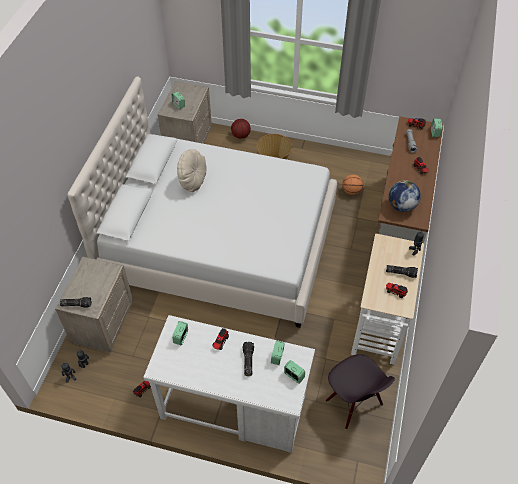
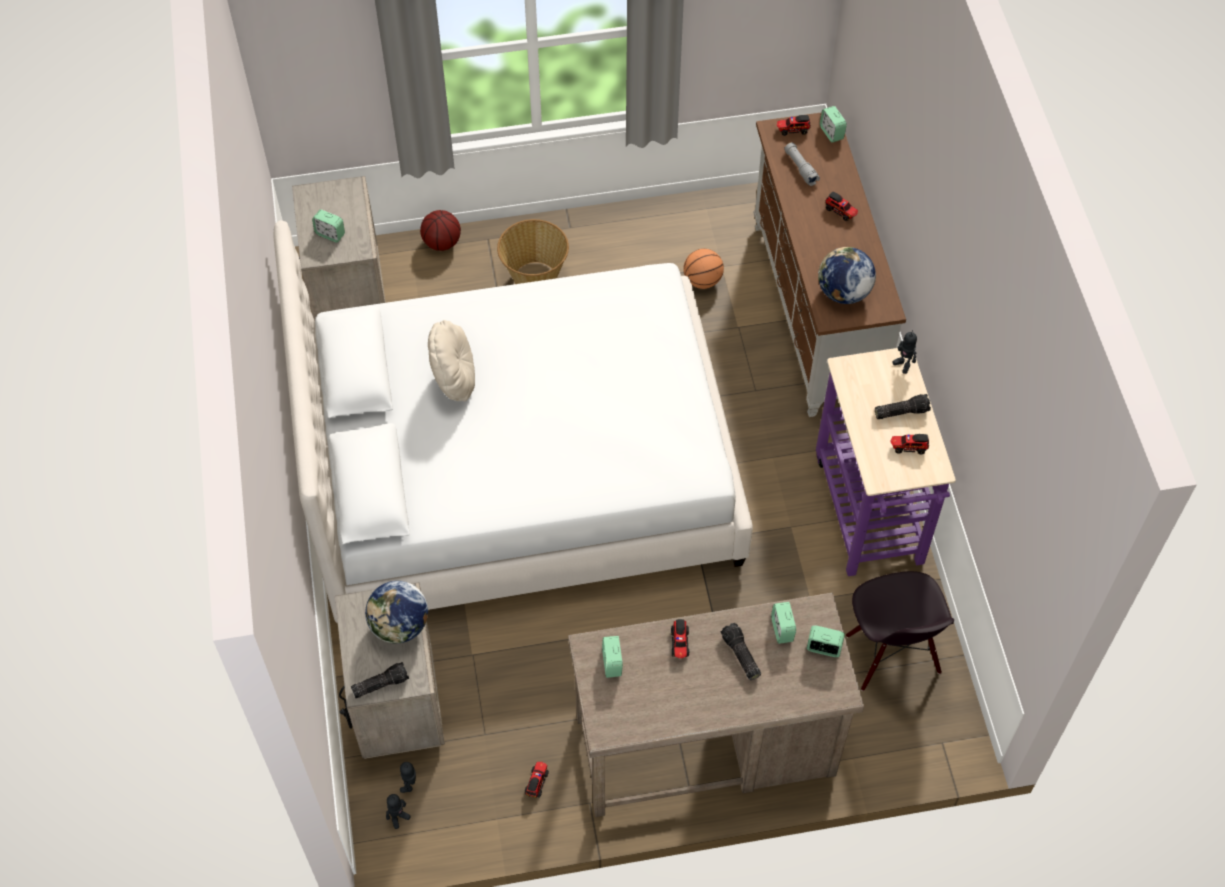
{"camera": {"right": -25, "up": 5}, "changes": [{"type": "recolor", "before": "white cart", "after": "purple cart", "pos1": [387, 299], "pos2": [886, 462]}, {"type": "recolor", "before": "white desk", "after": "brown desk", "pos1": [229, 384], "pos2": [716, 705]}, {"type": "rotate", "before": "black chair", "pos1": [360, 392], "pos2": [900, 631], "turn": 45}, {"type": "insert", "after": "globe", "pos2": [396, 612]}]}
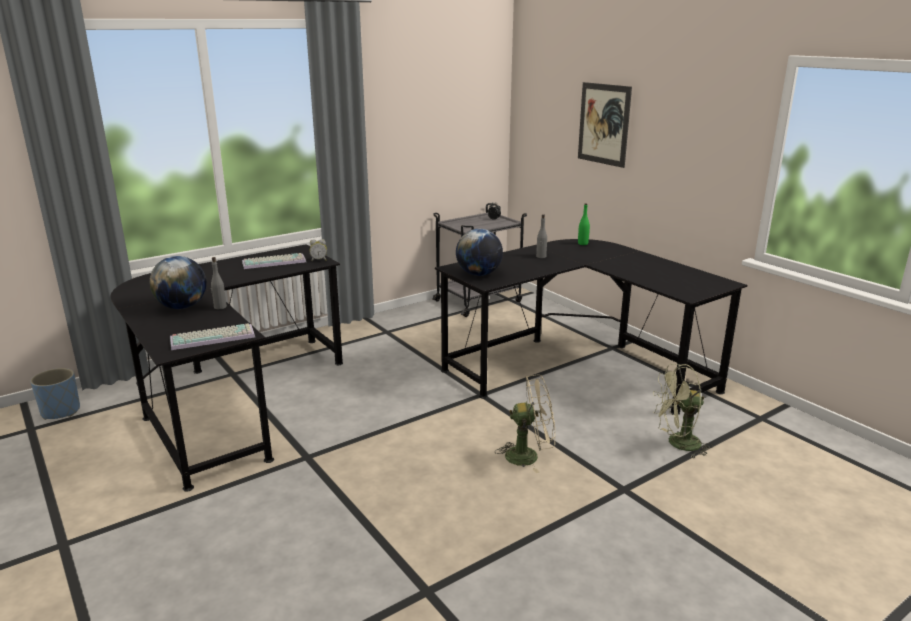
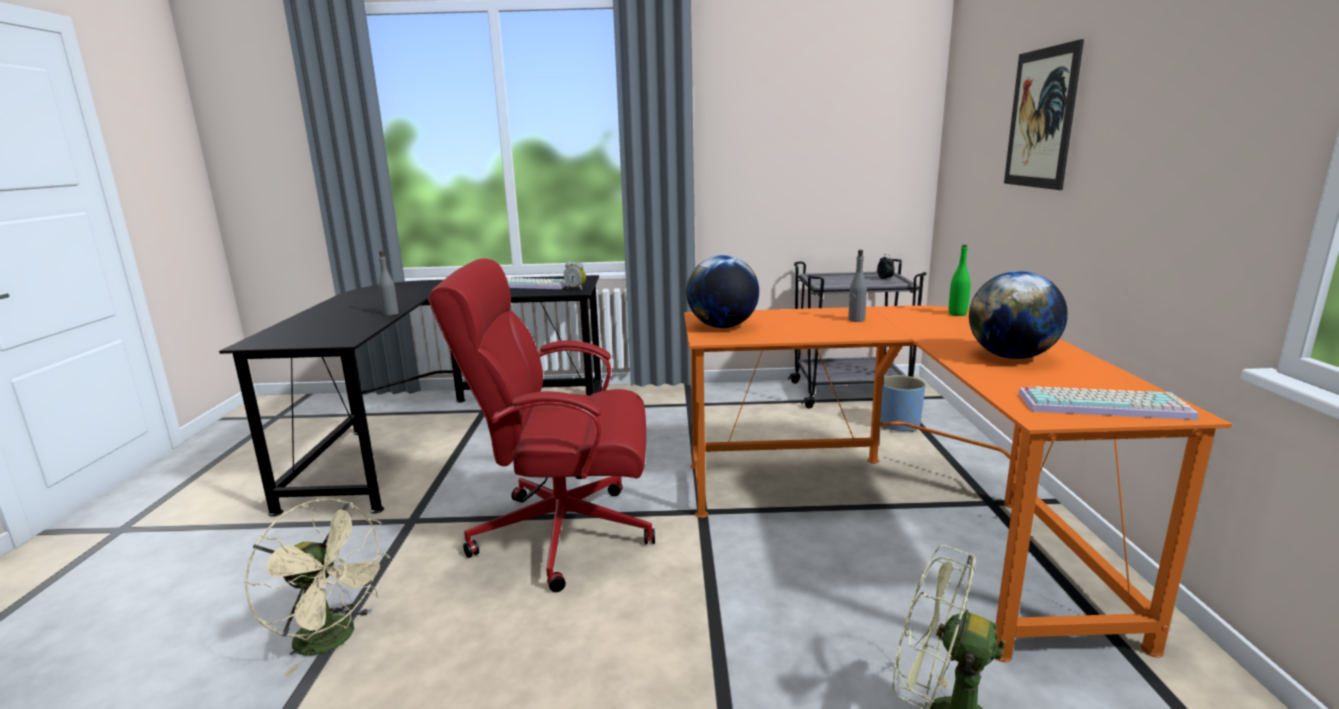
{"camera": {"right": 35, "up": -5}, "changes": [{"type": "recolor", "before": "black desk", "after": "orange desk", "pos1": [591, 327], "pos2": [958, 484]}, {"type": "move", "before": "globe", "pos1": [178, 282], "pos2": [1018, 315]}, {"type": "move", "before": "keyboard", "pos1": [212, 336], "pos2": [1108, 403]}, {"type": "move", "before": "blue planter", "pos1": [55, 394], "pos2": [903, 403]}, {"type": "move", "before": "beige fan", "pos1": [525, 423], "pos2": [318, 587]}, {"type": "insert", "after": "red office chair", "pos2": [542, 425]}]}
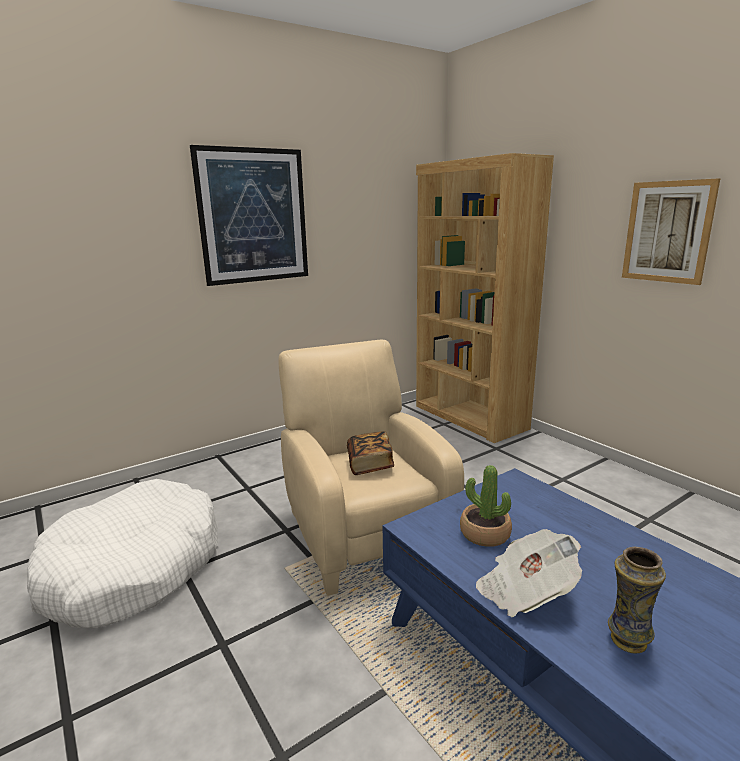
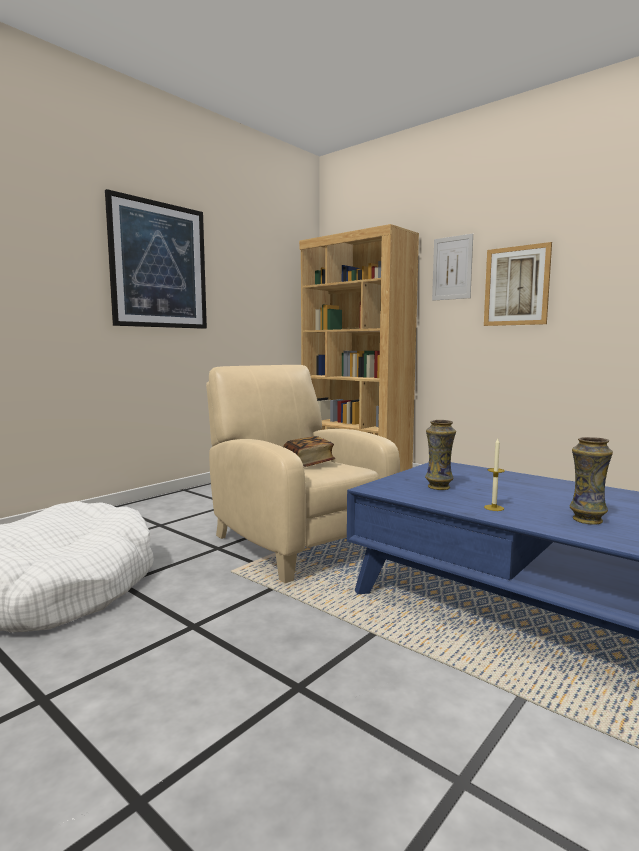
{"camera": {"right": -15, "up": -10}, "changes": [{"type": "replace", "before": "potted plant", "after": "vase", "pos1": [486, 506], "pos2": [440, 455]}, {"type": "replace", "before": "newspaper", "after": "candle", "pos1": [529, 573], "pos2": [494, 474]}, {"type": "insert", "after": "picture", "pos2": [452, 267]}]}
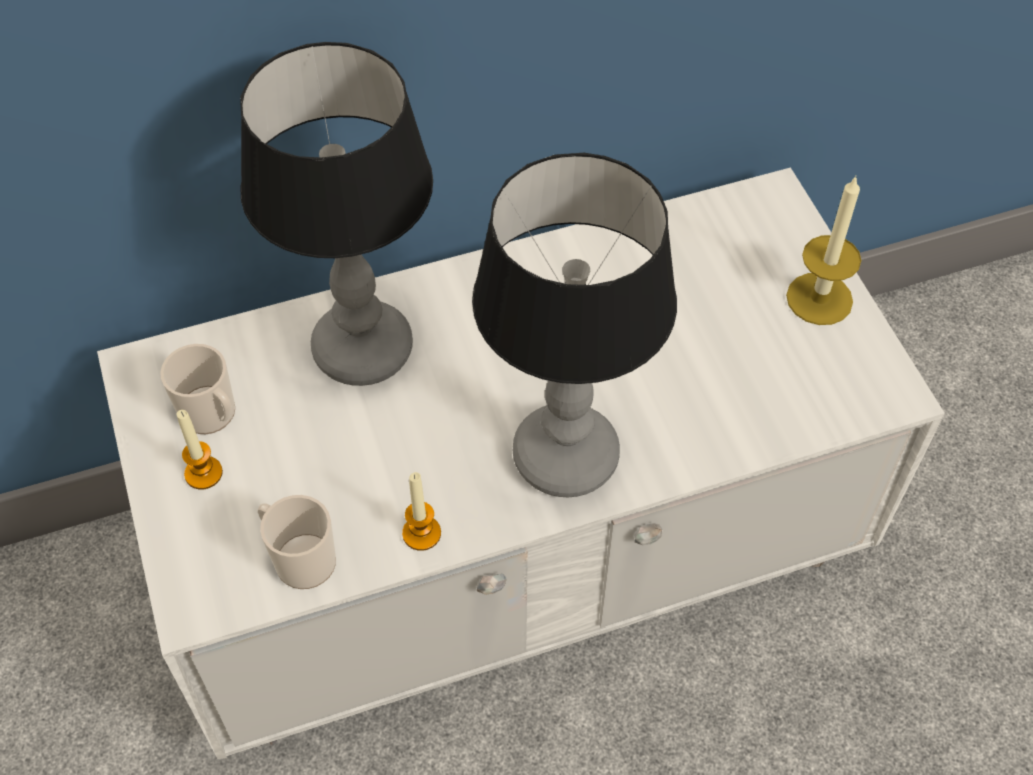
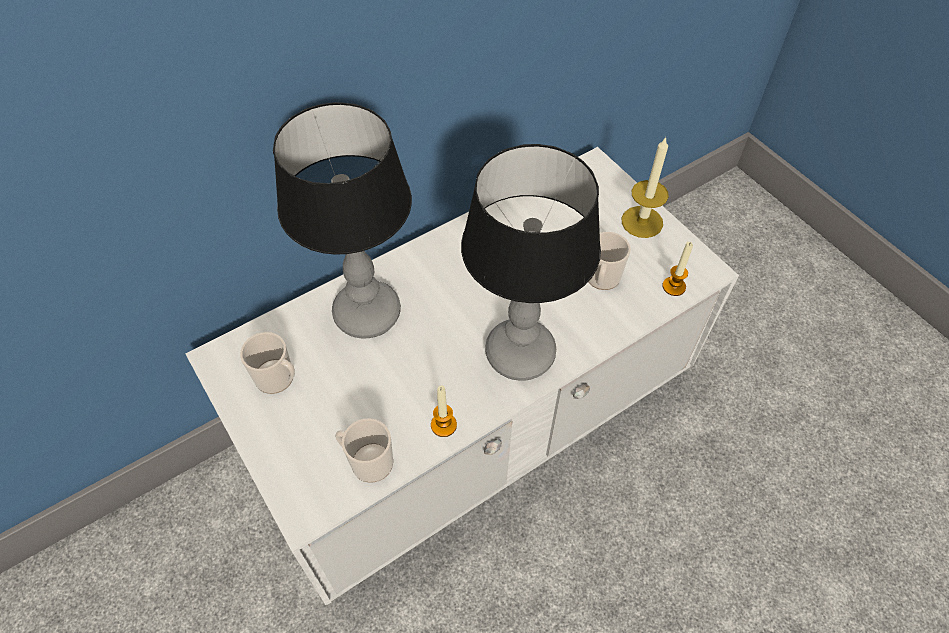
{"camera": {"right": -15, "up": 0}, "changes": [{"type": "move", "before": "candle", "pos1": [199, 450], "pos2": [677, 269]}, {"type": "insert", "after": "mug", "pos2": [609, 261]}]}
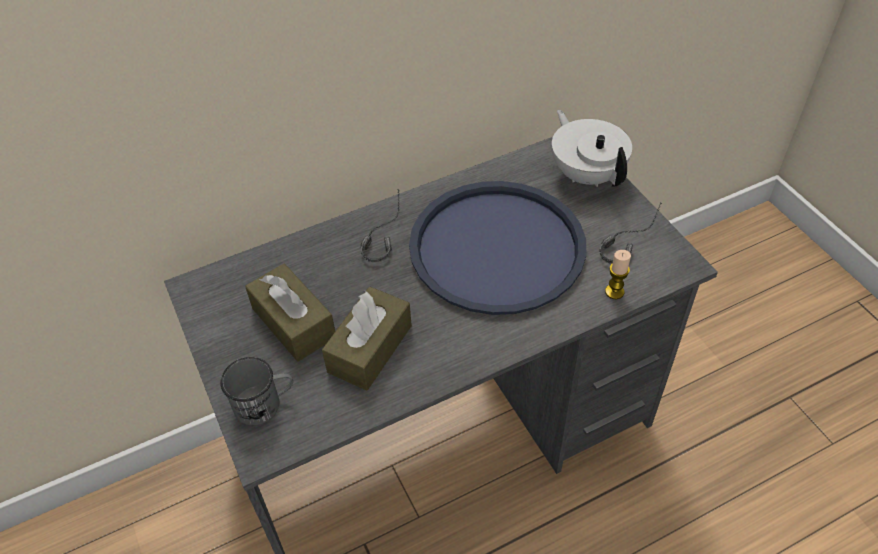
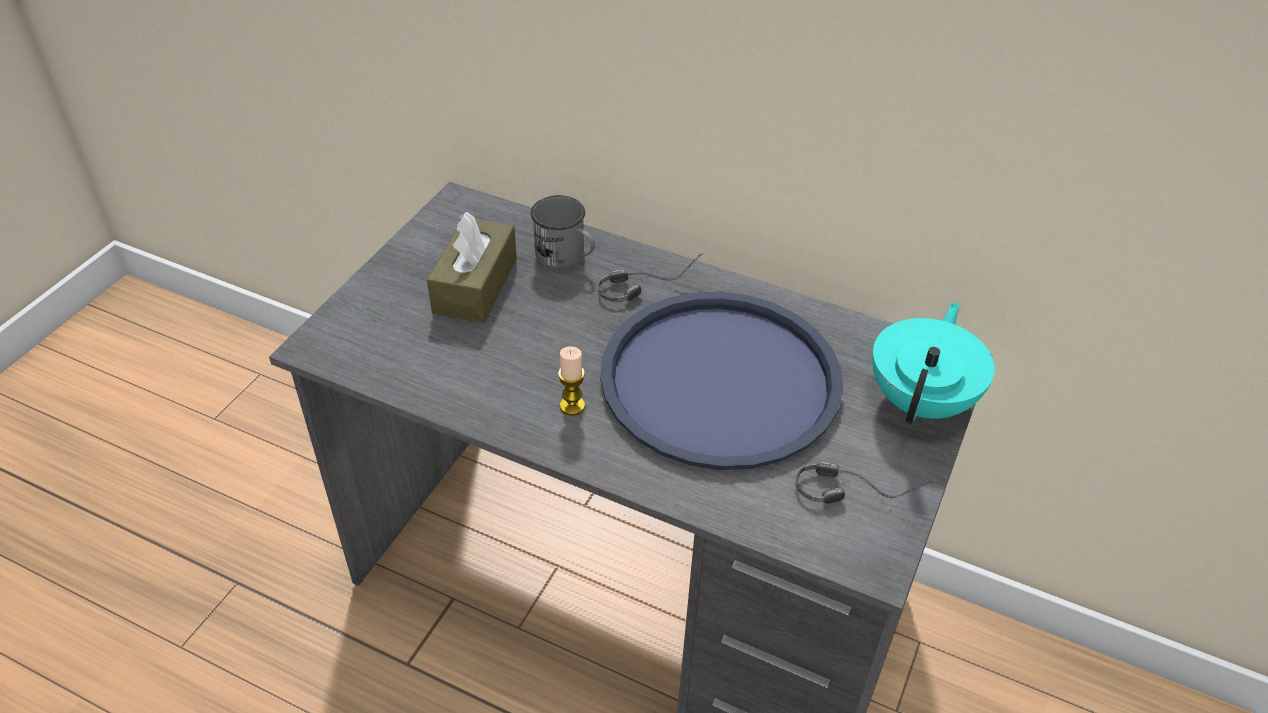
{"camera": {"right": 50, "up": -5}, "changes": [{"type": "recolor", "before": "white teapot", "after": "turquoise teapot", "pos1": [592, 148], "pos2": [933, 363]}, {"type": "move", "before": "candle", "pos1": [618, 274], "pos2": [571, 381]}, {"type": "delete", "before": "brown tissue box", "pos1": [367, 339]}, {"type": "move", "before": "grey mug", "pos1": [256, 391], "pos2": [563, 232]}]}
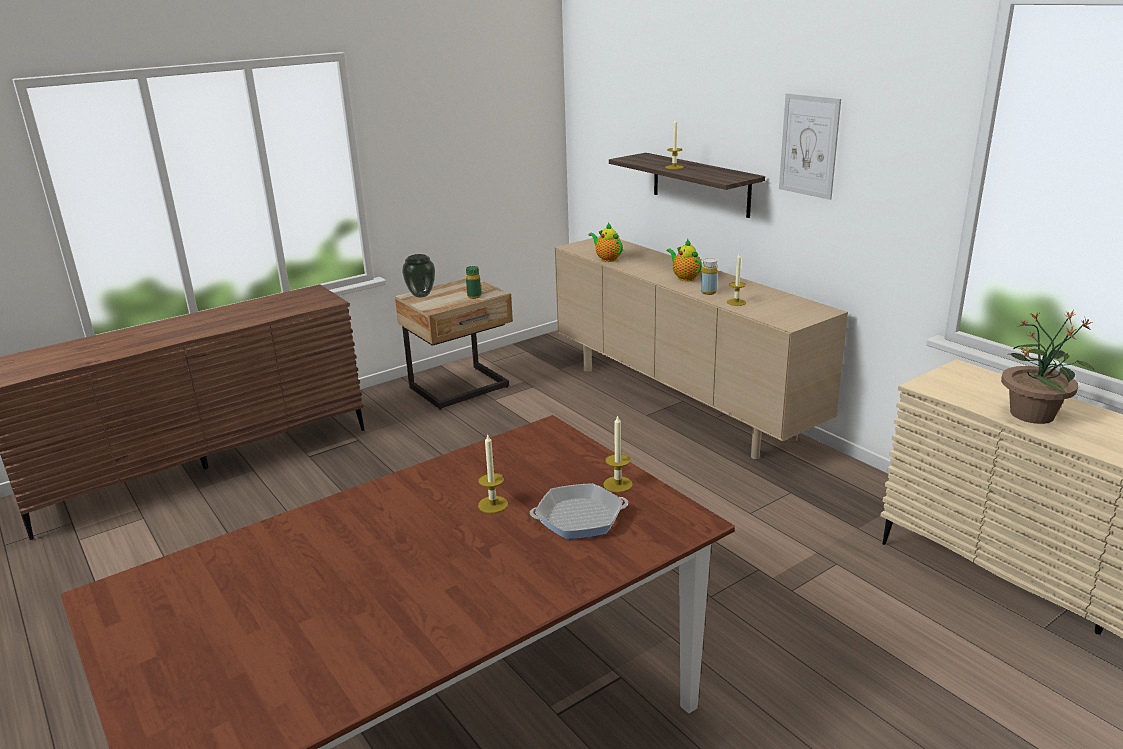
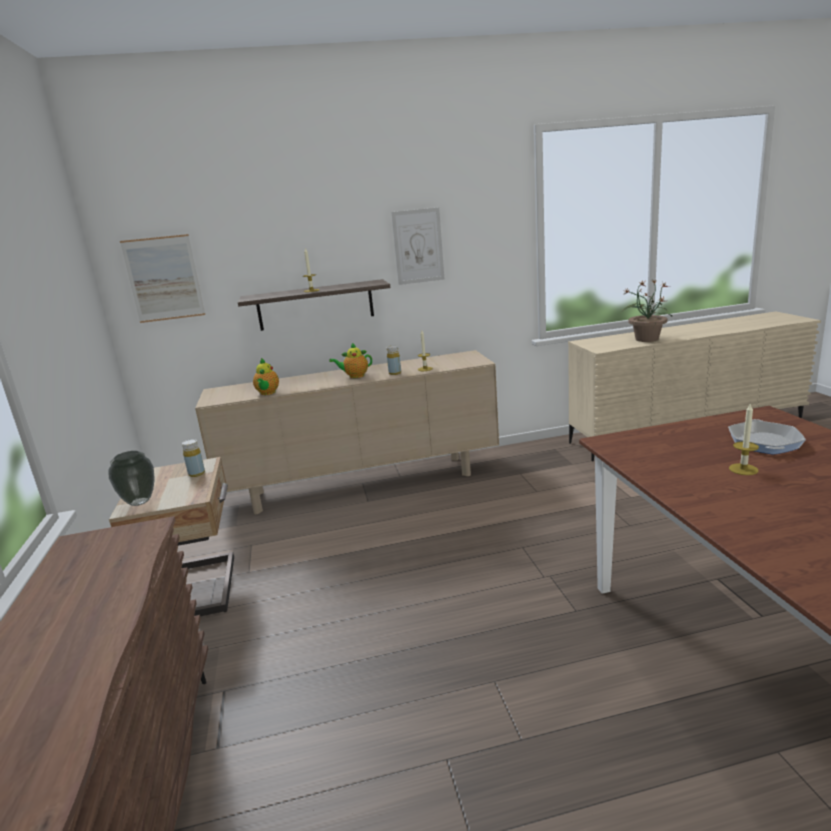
{"camera": {"right": -65, "up": -5}, "changes": [{"type": "rotate", "before": "teapot", "pos1": [605, 242], "pos2": [266, 376], "turn": -75}, {"type": "recolor", "before": "green bottle", "after": "yellow bottle", "pos1": [473, 282], "pos2": [193, 458]}, {"type": "delete", "before": "candle", "pos1": [618, 453]}, {"type": "insert", "after": "picture", "pos2": [162, 278]}]}
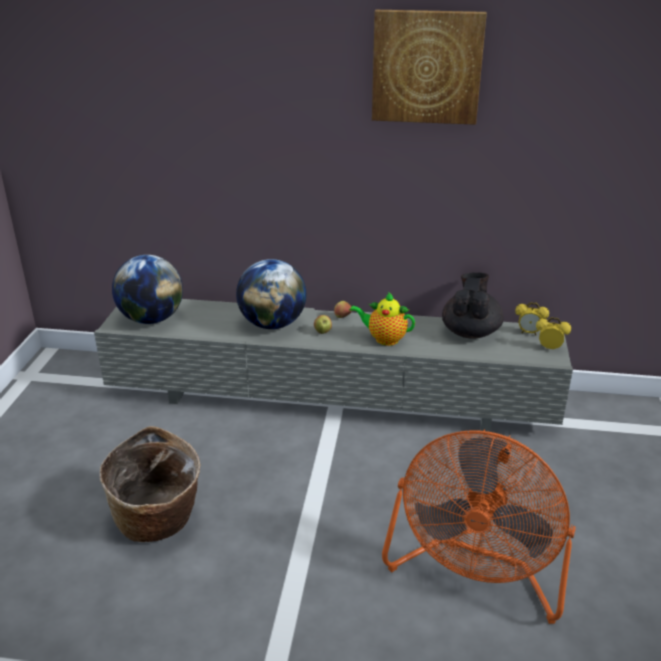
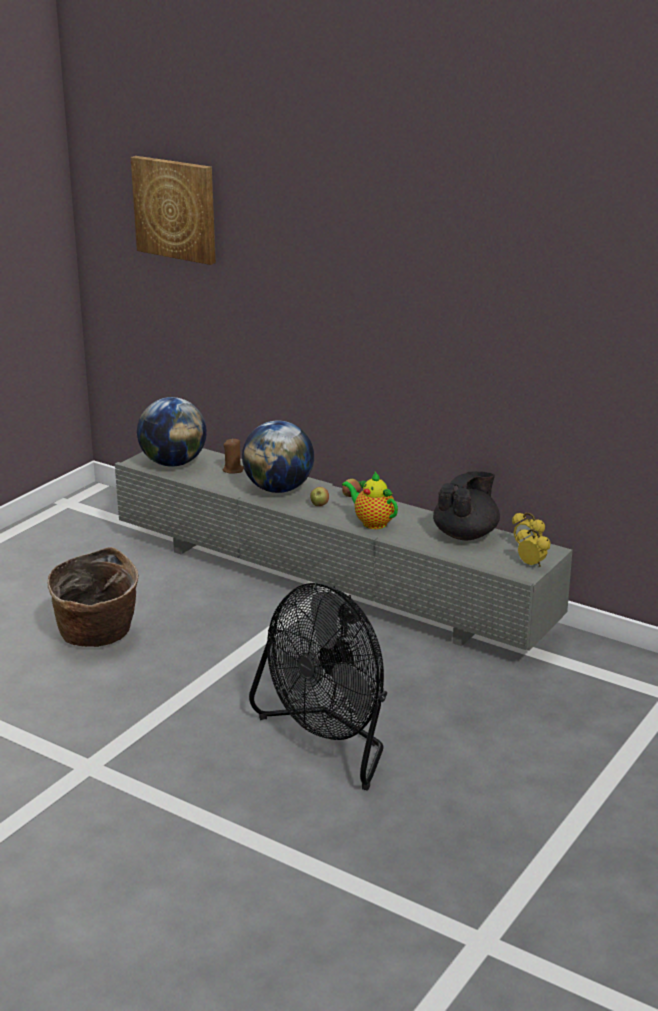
{"camera": {"right": 25, "up": -5}, "changes": [{"type": "move", "before": "picture", "pos1": [429, 67], "pos2": [173, 210]}, {"type": "recolor", "before": "orange fan", "after": "black fan", "pos1": [478, 526], "pos2": [318, 687]}, {"type": "insert", "after": "brown candle", "pos2": [233, 456]}]}
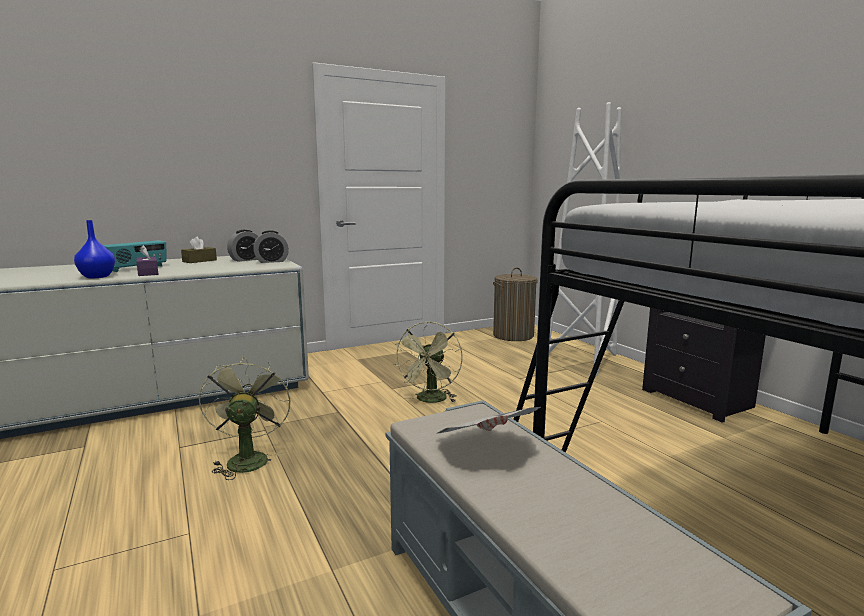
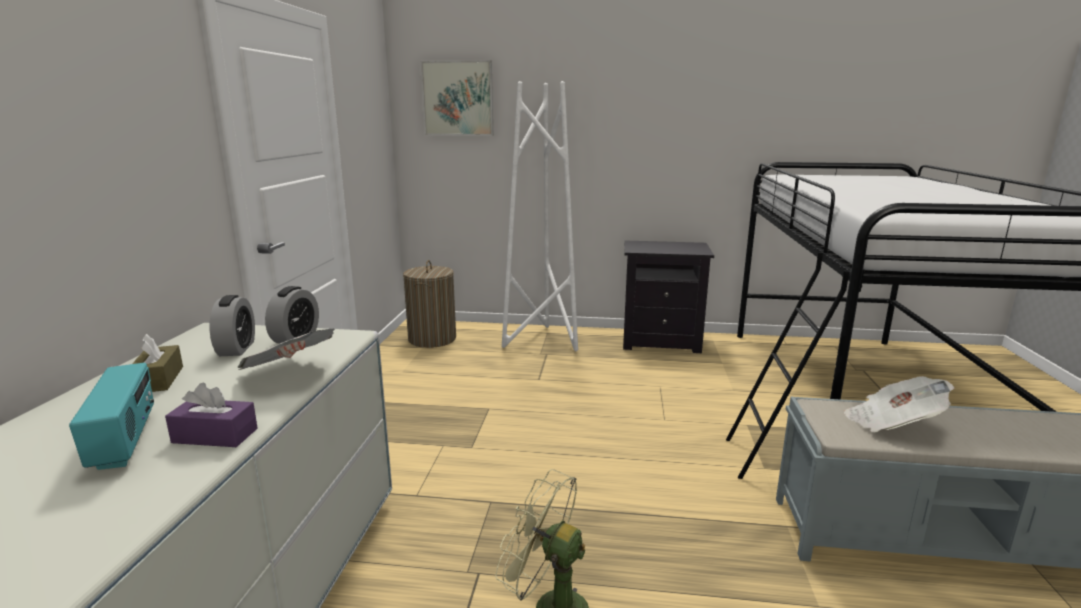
{"camera": {"right": -55, "up": 5}, "changes": [{"type": "delete", "before": "blue vase", "pos1": [94, 249]}, {"type": "delete", "before": "green fan", "pos1": [428, 362]}, {"type": "insert", "after": "picture", "pos2": [457, 98]}, {"type": "insert", "after": "newspaper", "pos2": [286, 349]}]}
